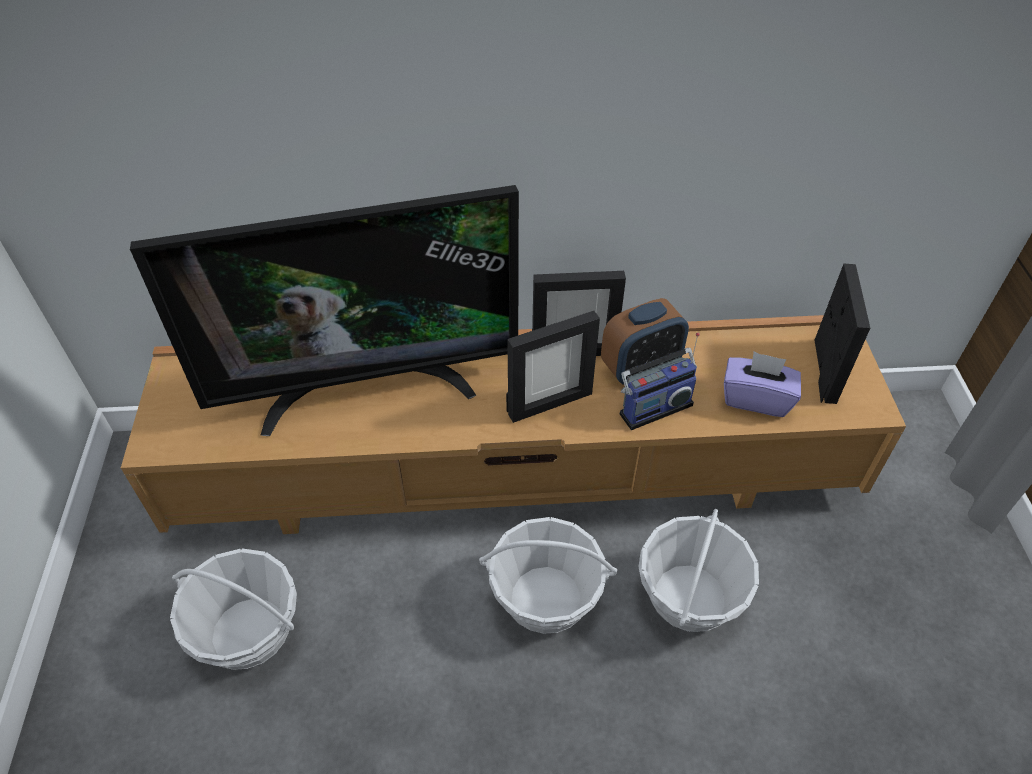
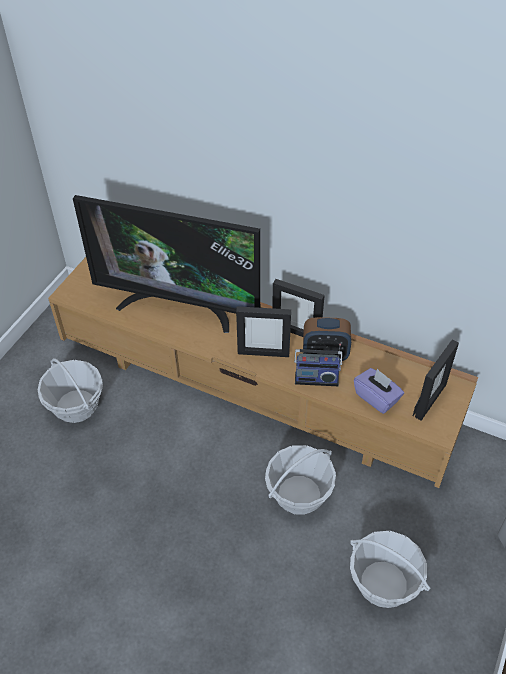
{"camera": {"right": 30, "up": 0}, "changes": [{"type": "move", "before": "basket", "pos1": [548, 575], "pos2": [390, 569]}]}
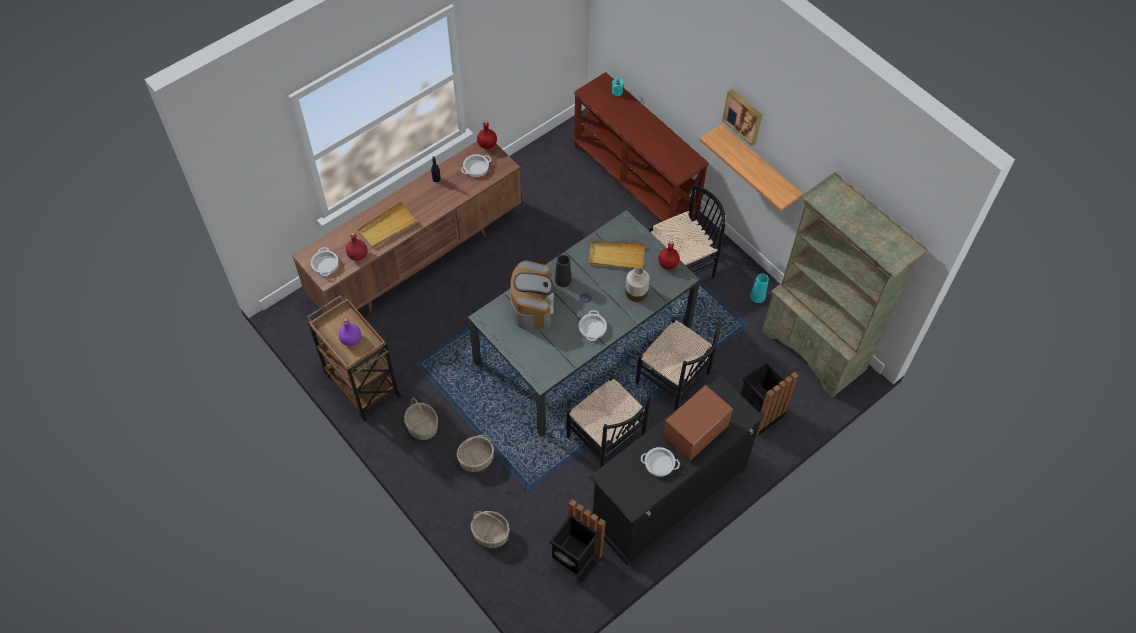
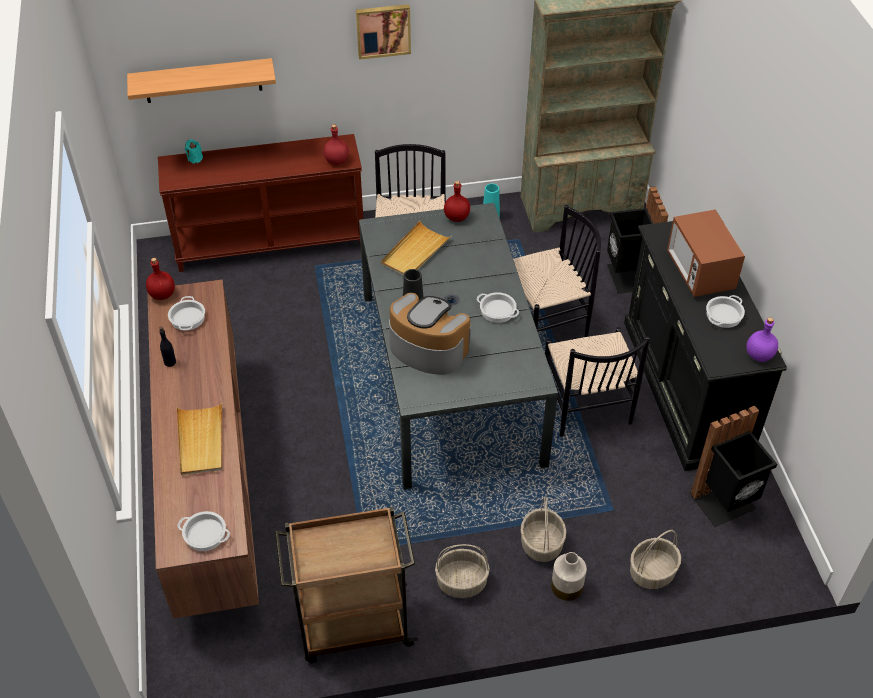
{"camera": {"right": -60, "up": -10}, "changes": [{"type": "move", "before": "shelf", "pos1": [751, 167], "pos2": [201, 80]}, {"type": "move", "before": "red bottle", "pos1": [356, 246], "pos2": [336, 144]}, {"type": "move", "before": "beige vase", "pos1": [637, 284], "pos2": [569, 576]}, {"type": "move", "before": "purple bottle", "pos1": [350, 332], "pos2": [762, 339]}, {"type": "rotate", "before": "black chair", "pos1": [608, 421], "pos2": [597, 382], "turn": 90}]}
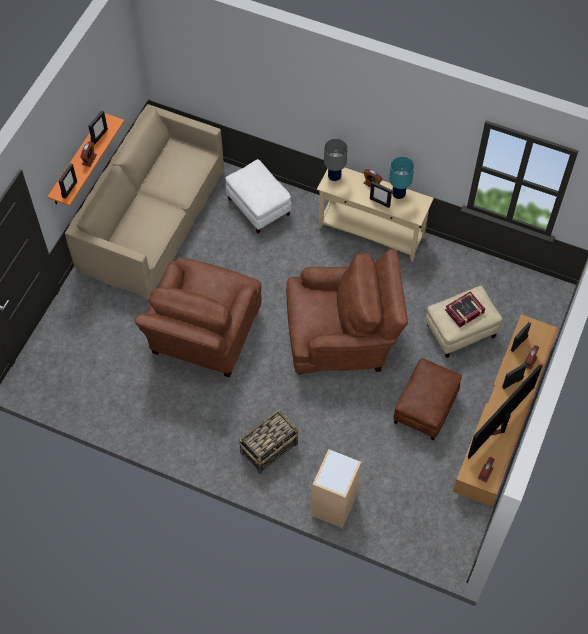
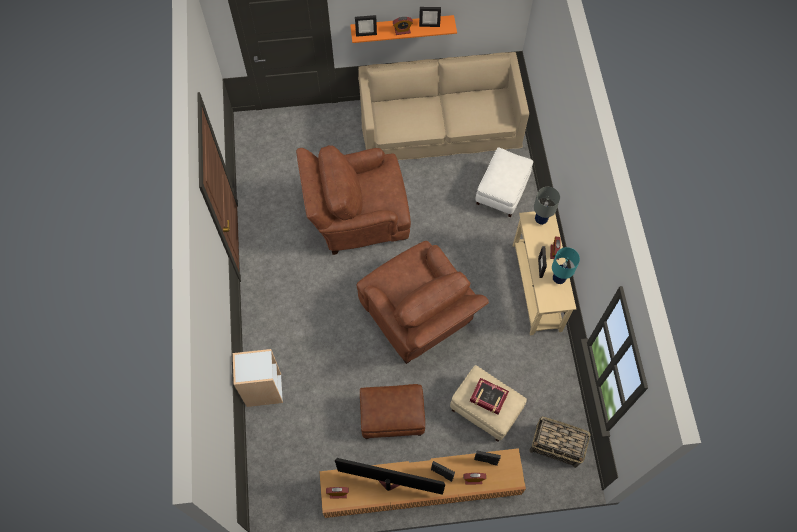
{"camera": {"right": 60, "up": 5}, "changes": [{"type": "move", "before": "basket", "pos1": [269, 442], "pos2": [560, 442]}]}
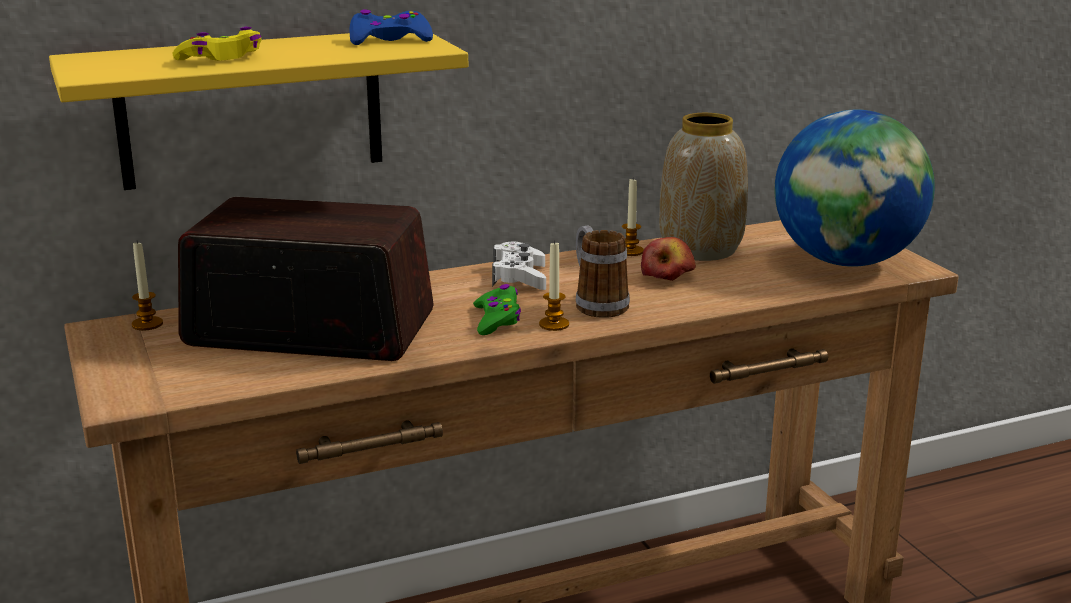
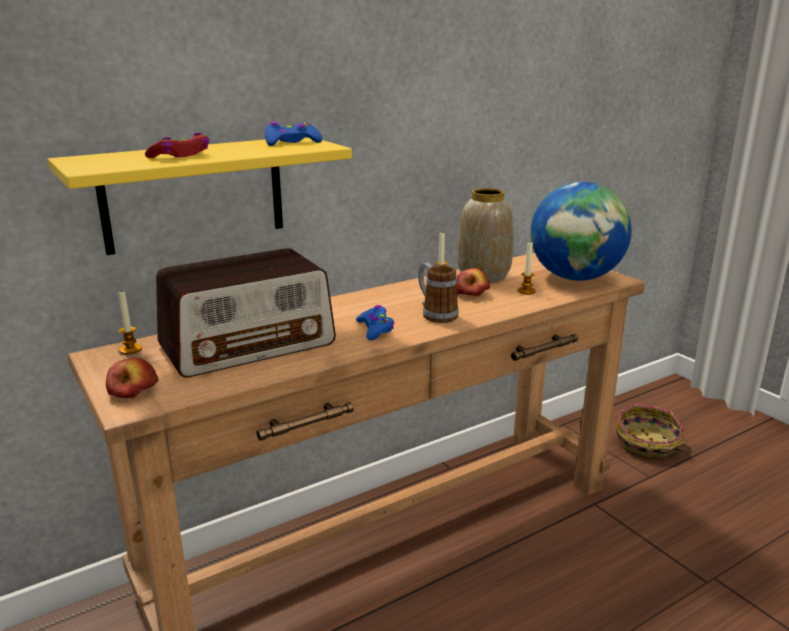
{"camera": {"right": -10, "up": 0}, "changes": [{"type": "recolor", "before": "yellow game controller", "after": "red game controller", "pos1": [217, 44], "pos2": [177, 145]}, {"type": "rotate", "before": "radio", "pos1": [306, 279], "pos2": [246, 313], "turn": 150}, {"type": "move", "before": "candle", "pos1": [554, 285], "pos2": [527, 268]}, {"type": "delete", "before": "white game controller", "pos1": [519, 266]}, {"type": "recolor", "before": "green game controller", "after": "blue game controller", "pos1": [497, 309], "pos2": [375, 322]}, {"type": "insert", "after": "apple", "pos2": [132, 378]}, {"type": "insert", "after": "basket", "pos2": [654, 431]}]}
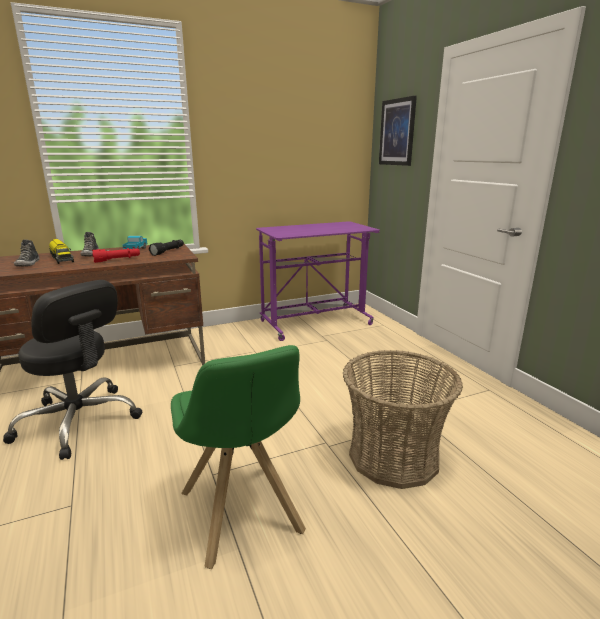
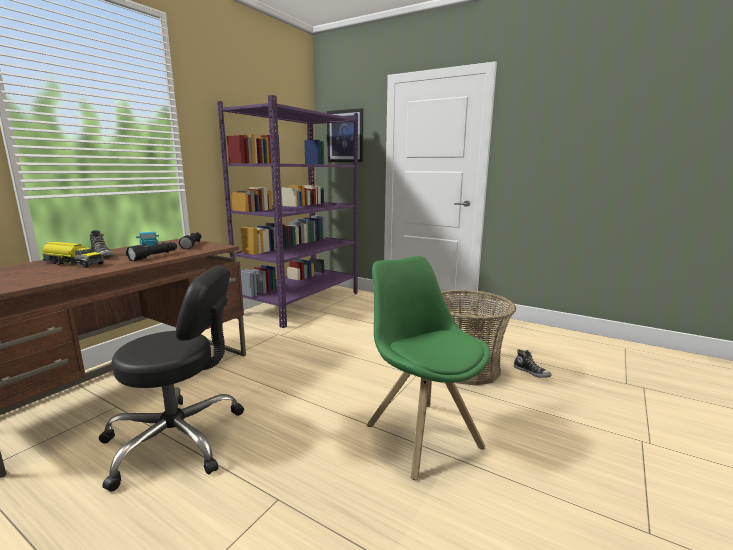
{"camera": {"right": -35, "up": -5}, "changes": [{"type": "replace", "before": "purple desk", "after": "purple bookcase", "pos1": [318, 281], "pos2": [287, 211]}, {"type": "move", "before": "shoe", "pos1": [27, 253], "pos2": [533, 363]}, {"type": "recolor", "before": "red flashlight", "after": "black flashlight", "pos1": [116, 255], "pos2": [151, 251]}, {"type": "rotate", "before": "green chair", "pos1": [238, 457], "pos2": [429, 368], "turn": -150}]}
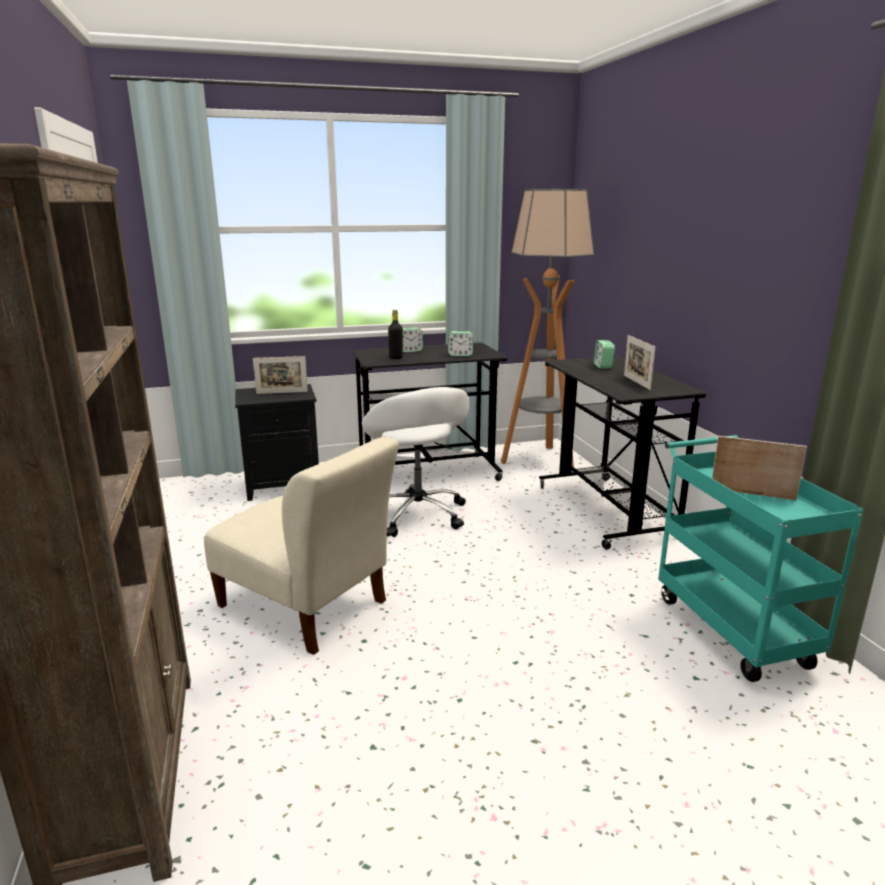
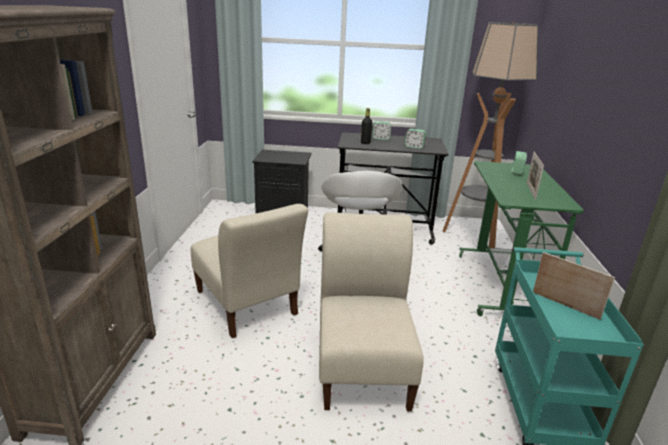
{"camera": {"right": 20, "up": 5}, "changes": [{"type": "delete", "before": "picture frame", "pos1": [280, 375]}, {"type": "recolor", "before": "black desk", "after": "green desk", "pos1": [622, 453], "pos2": [521, 238]}, {"type": "insert", "after": "beige chair", "pos2": [371, 311]}]}
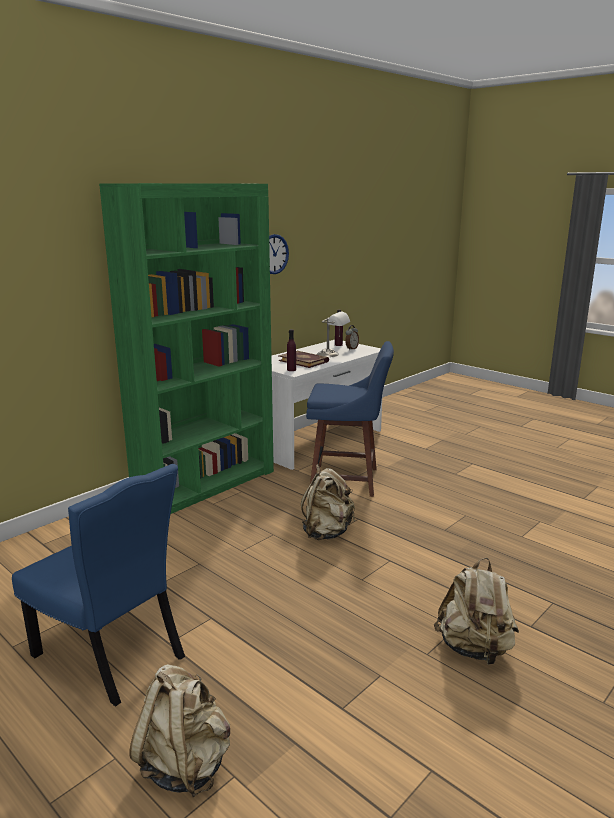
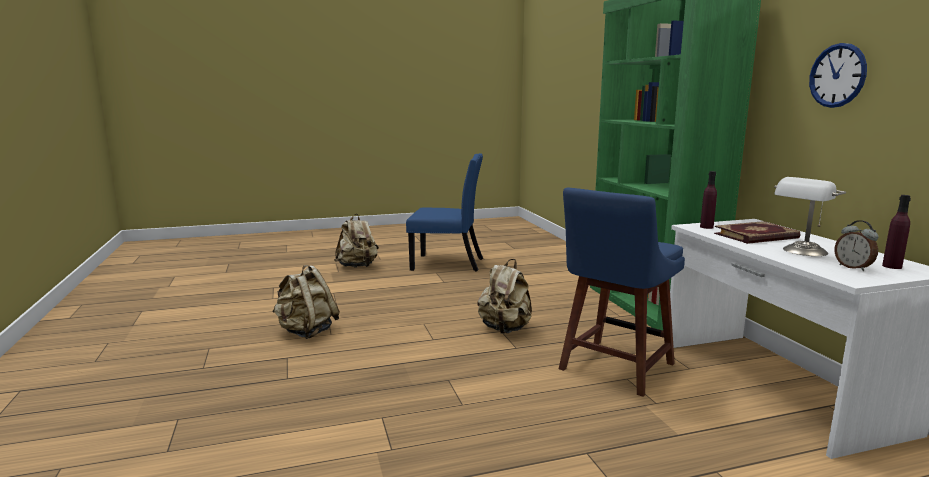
{"camera": {"right": 120, "up": -5}, "changes": [{"type": "rotate", "before": "blue chair", "pos1": [98, 585], "pos2": [444, 212], "turn": -150}]}
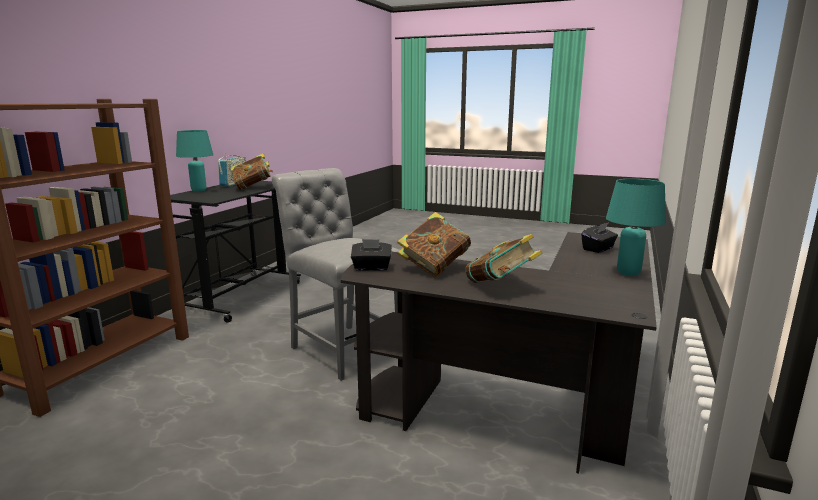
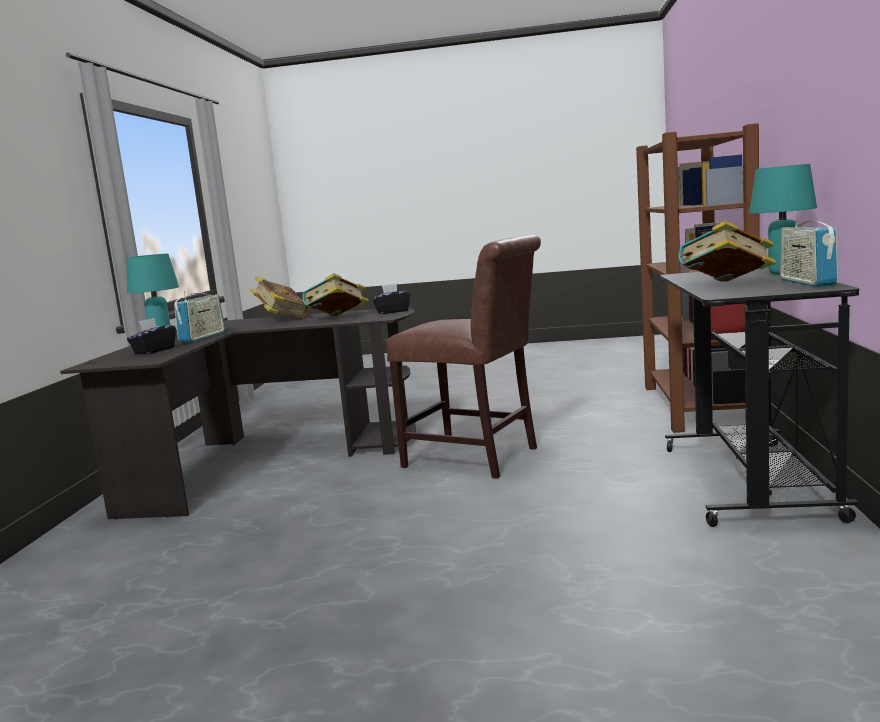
{"camera": {"right": 165, "up": -5}, "changes": [{"type": "recolor", "before": "grey chair", "after": "brown chair", "pos1": [335, 274], "pos2": [463, 357]}, {"type": "insert", "after": "radio", "pos2": [199, 317]}]}
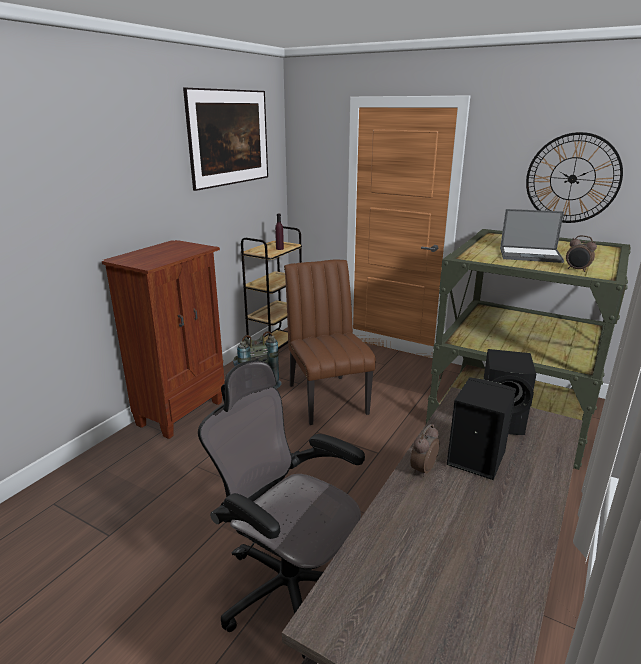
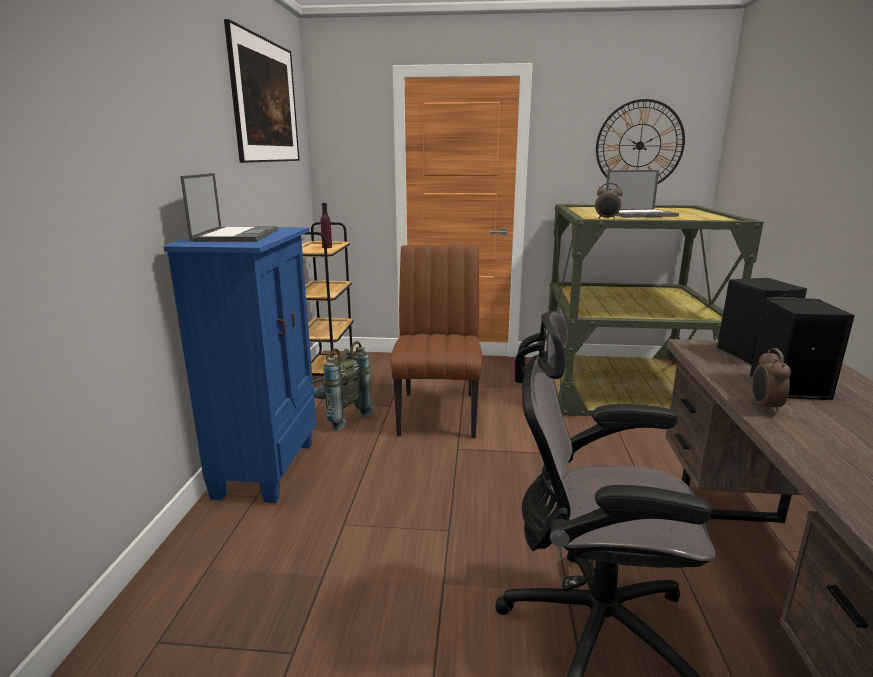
{"camera": {"right": -25, "up": -5}, "changes": [{"type": "move", "before": "alarm clock", "pos1": [581, 253], "pos2": [609, 201]}, {"type": "recolor", "before": "brown cabinet", "after": "blue cabinet", "pos1": [163, 339], "pos2": [239, 365]}, {"type": "rotate", "before": "brown chair", "pos1": [330, 342], "pos2": [436, 341], "turn": 45}, {"type": "insert", "after": "laptop", "pos2": [229, 207]}]}
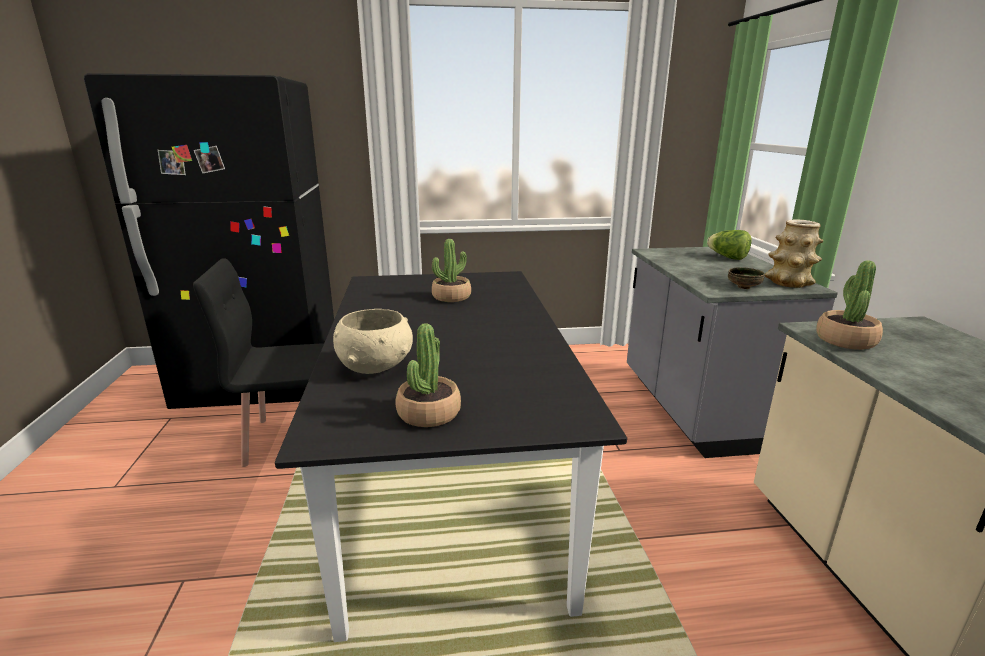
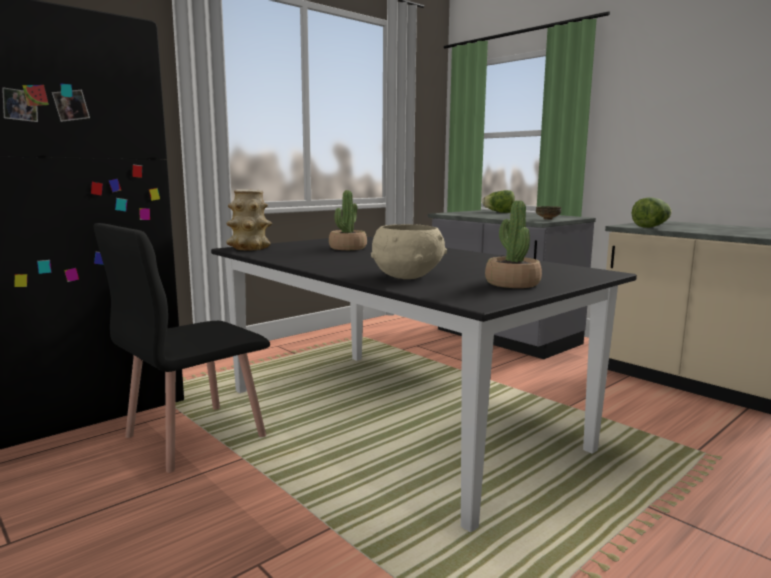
{"camera": {"right": -35, "up": -10}, "changes": [{"type": "move", "before": "vase", "pos1": [794, 253], "pos2": [249, 220]}, {"type": "replace", "before": "potted plant", "after": "lettuce", "pos1": [849, 305], "pos2": [652, 212]}]}
